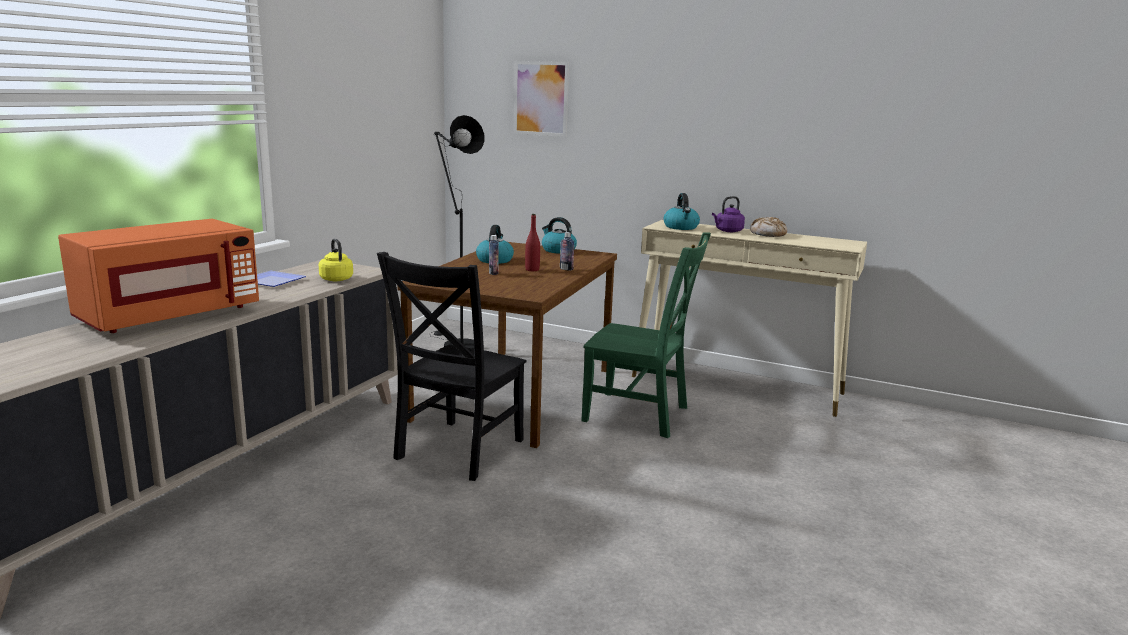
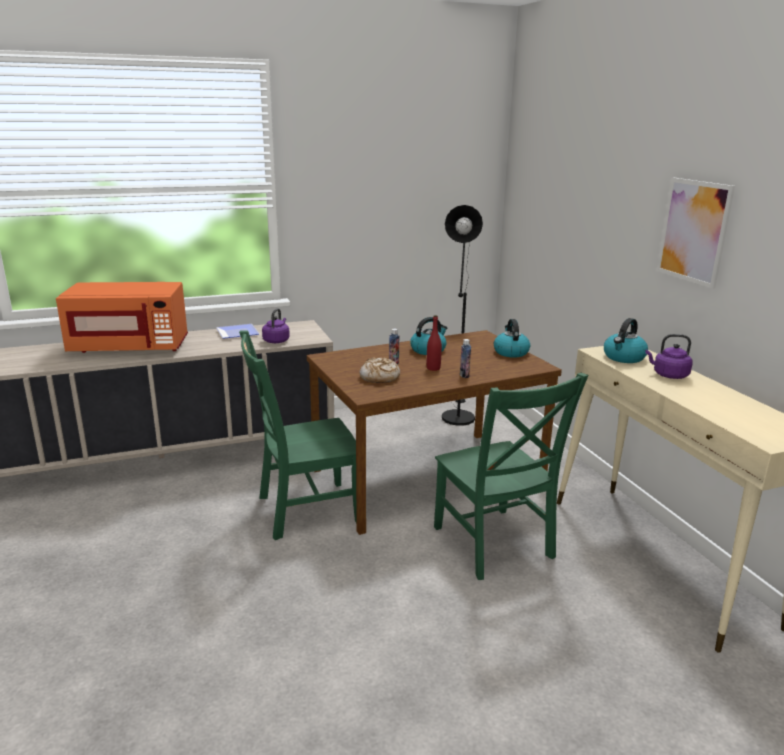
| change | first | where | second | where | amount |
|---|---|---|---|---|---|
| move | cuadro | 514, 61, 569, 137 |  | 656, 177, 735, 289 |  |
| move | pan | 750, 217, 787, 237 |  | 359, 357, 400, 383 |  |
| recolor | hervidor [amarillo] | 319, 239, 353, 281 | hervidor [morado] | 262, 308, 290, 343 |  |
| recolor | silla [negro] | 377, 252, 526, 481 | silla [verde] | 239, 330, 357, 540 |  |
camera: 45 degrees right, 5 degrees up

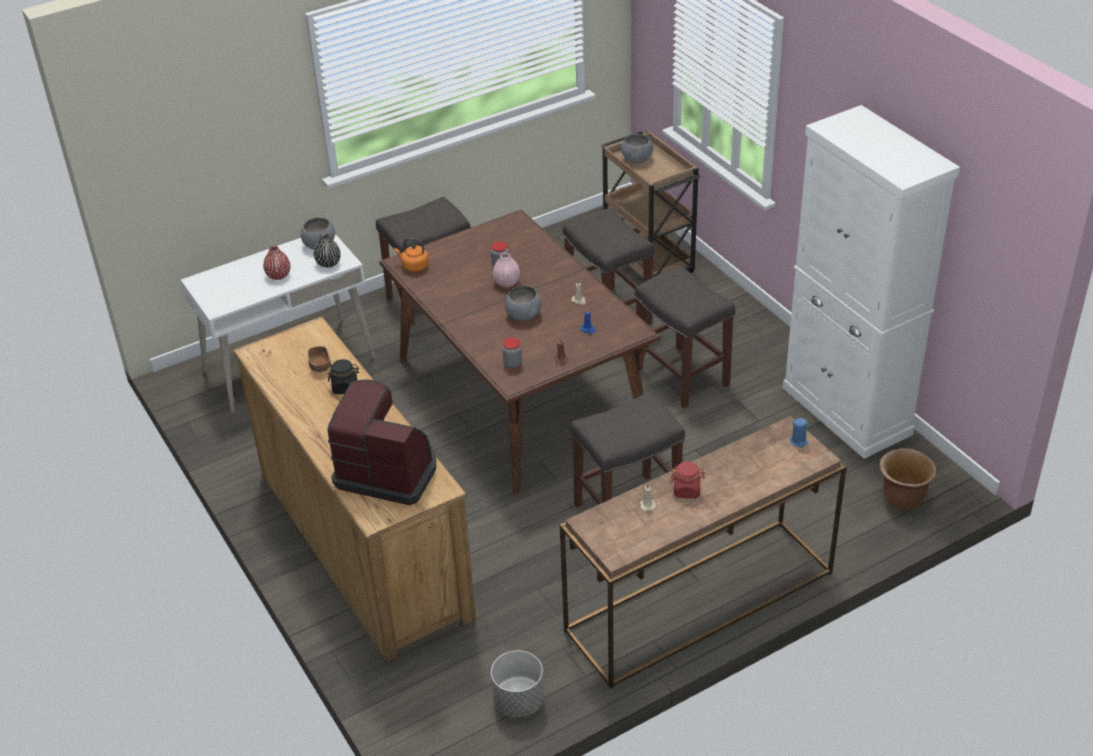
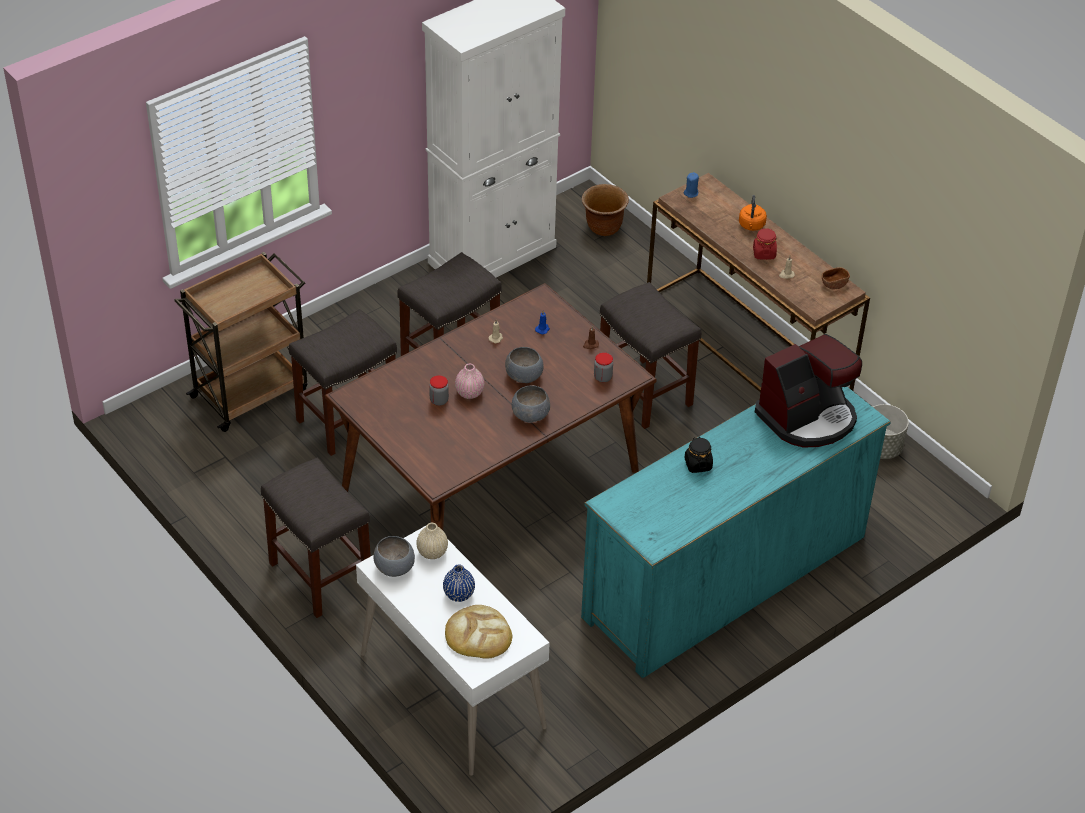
| change | first | where | second | where | amount |
|---|---|---|---|---|---|
| insert |  |  | pan | 445, 605, 512, 659 |  |
| move | cuenco [marrón] | 308, 346, 331, 372 |  | 822, 267, 850, 290 |  |
| move | hervidor [naranja] | 394, 238, 429, 272 |  | 739, 195, 767, 231 |  |
| move | cuenco [gris] | 621, 134, 653, 163 |  | 512, 385, 550, 422 |  |
| recolor | cómoda [marrón] | 233, 317, 476, 662 | cómoda [turquesa] | 581, 387, 891, 678 |  |
| recolor | florero [rojo] | 263, 246, 290, 280 | florero [azul] | 443, 564, 475, 602 |  |
| recolor | florero [negro] | 314, 234, 341, 268 | florero [beis] | 416, 523, 448, 559 |  |
| rotate | cafetera | 328, 379, 436, 505 |  | 755, 334, 862, 448 | 135 degrees counterclockwise |
camera: 100 degrees left, 5 degrees up

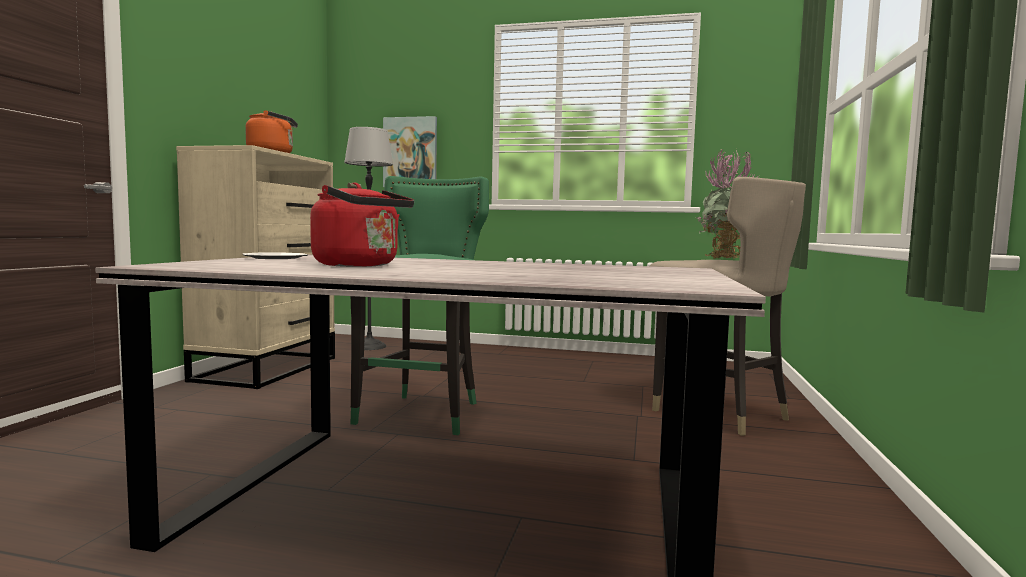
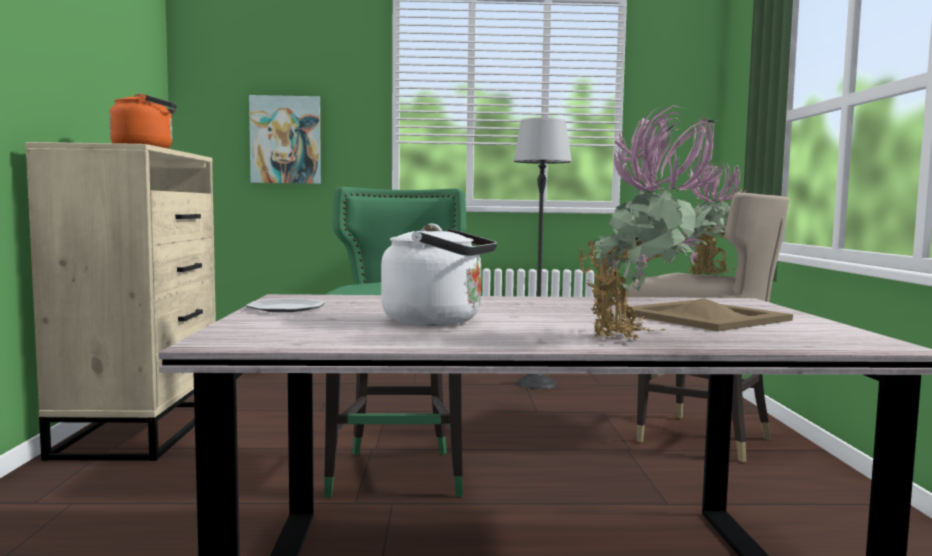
| change | first | where | second | where | amount |
|---|---|---|---|---|---|
| insert |  |  | planta en maceta | 579, 105, 725, 340 |  |
| insert |  |  | bandeja [beis] | 618, 298, 793, 331 |  |
| move | lámpara de pie | 344, 127, 393, 350 |  | 513, 118, 572, 389 |  |
| recolor | hervidor [rojo] | 310, 182, 414, 267 | hervidor [blanco] | 381, 224, 497, 326 |  |
camera: 15 degrees left, 0 degrees up

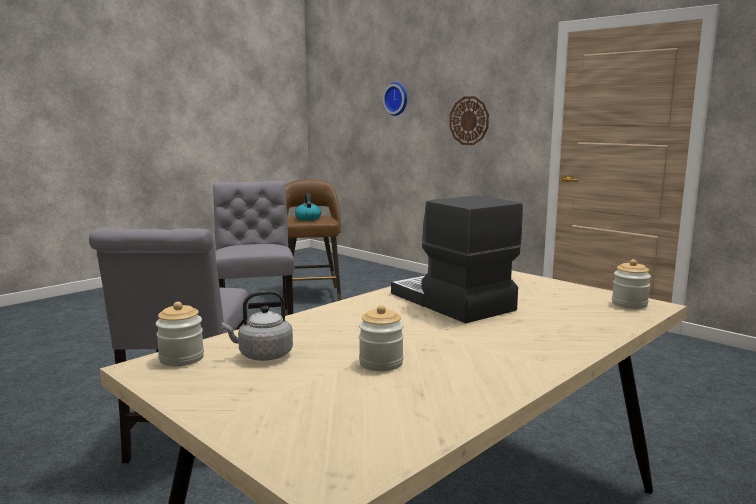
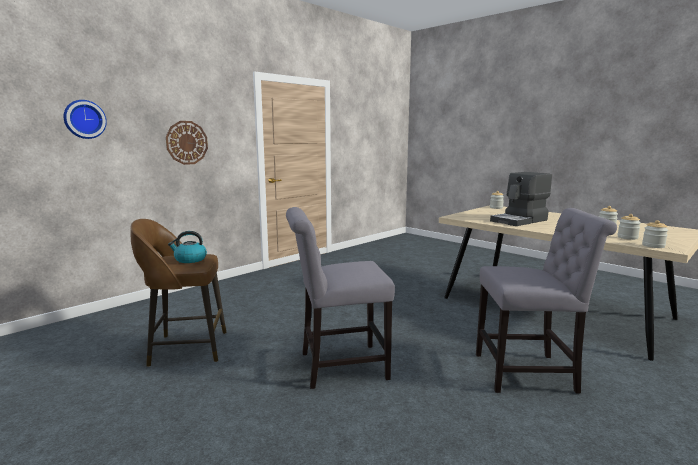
| change | first | where | second | where | amount |
|---|---|---|---|---|---|
| replace | hervidor [gris] | 221, 291, 293, 361 | tarro | 617, 214, 641, 240 |  |
camera: 90 degrees left, 0 degrees up

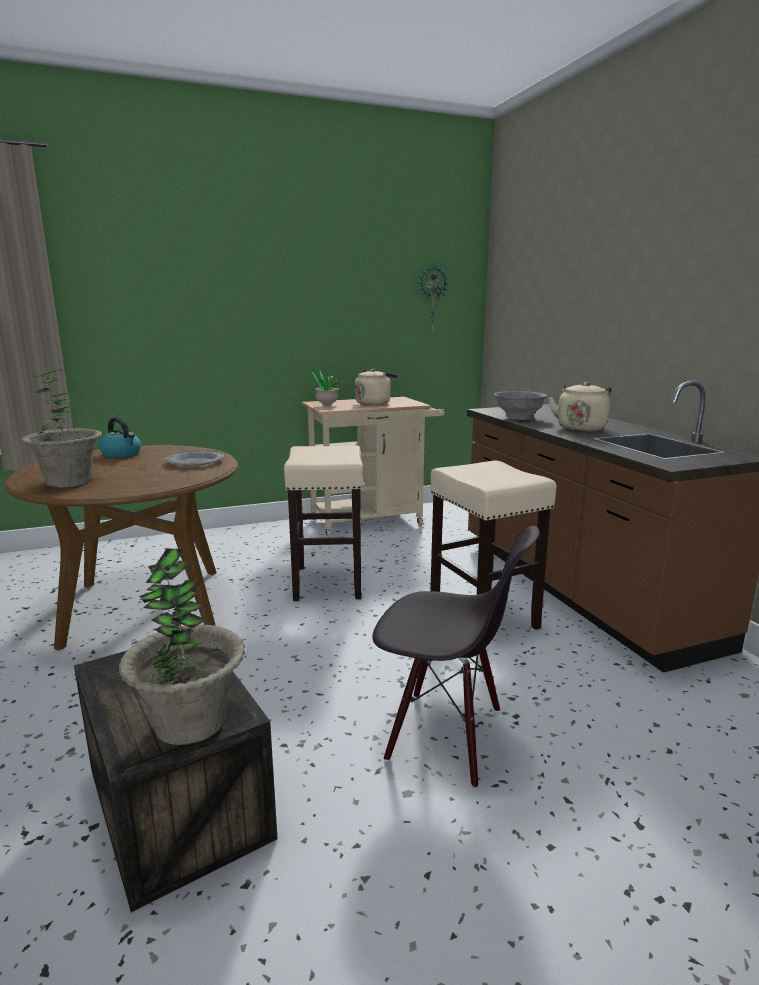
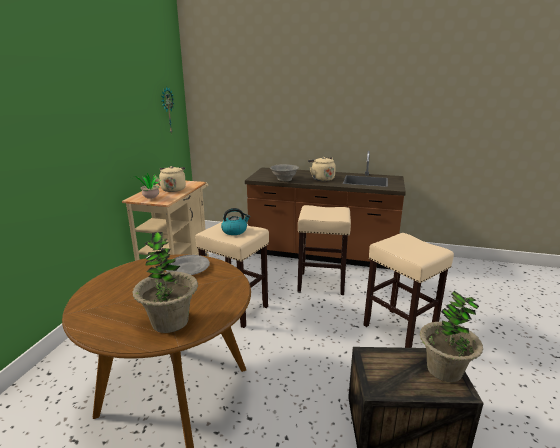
| change | first | where | second | where | amount |
|---|---|---|---|---|---|
| move | hervidor | 99, 417, 141, 458 |  | 221, 208, 250, 235 |  |
| replace | silla [negro] | 372, 526, 540, 788 | taburete [beis] | 363, 233, 454, 348 |  |
camera: 55 degrees left, 5 degrees up

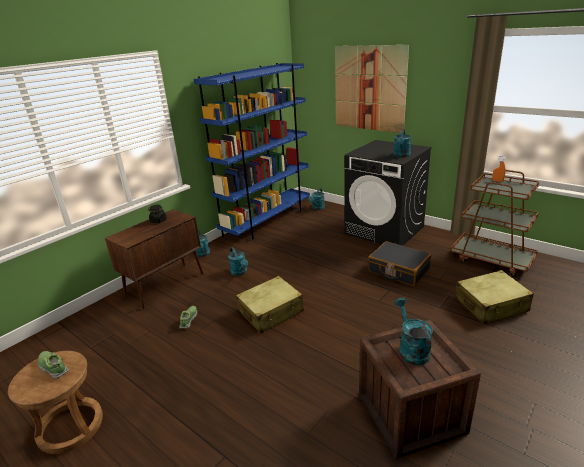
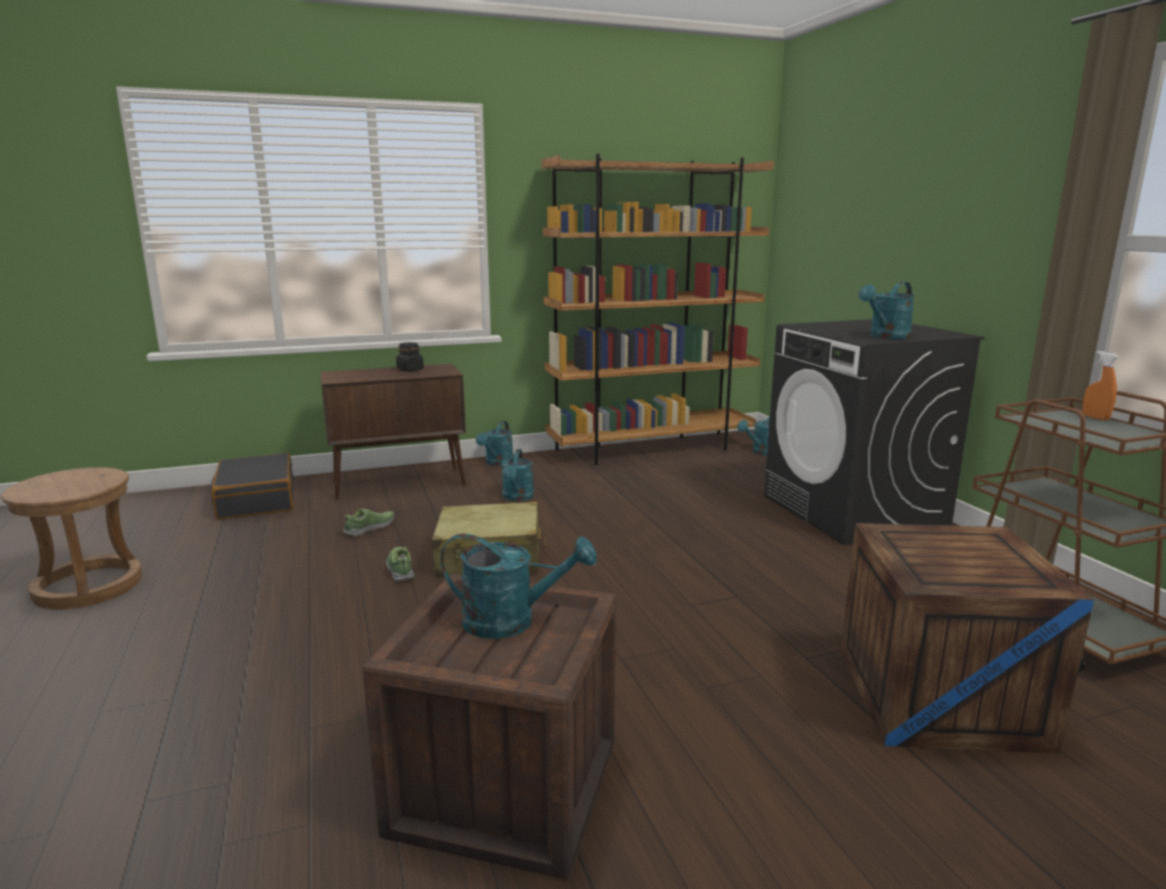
| change | first | where | second | where | amount |
|---|---|---|---|---|---|
| delete | cuadro | 335, 45, 409, 133 |  |  |  |
| move | zapato | 38, 351, 69, 379 |  | 386, 547, 414, 581 |  |
| move | maleta [negro] | 368, 241, 431, 286 |  | 211, 453, 293, 520 |  |
| replace | maleta [beis] | 455, 270, 534, 324 | caja de embalaje | 841, 523, 1094, 754 |  |
| recolor | estantería [azul] | 194, 63, 310, 239 | estantería [marrón] | 541, 154, 774, 465 |  |
| rotate | regadera [turquesa] | 394, 298, 433, 365 |  | 440, 533, 597, 639 | 75 degrees clockwise |
camera: 30 degrees right, 10 degrees down

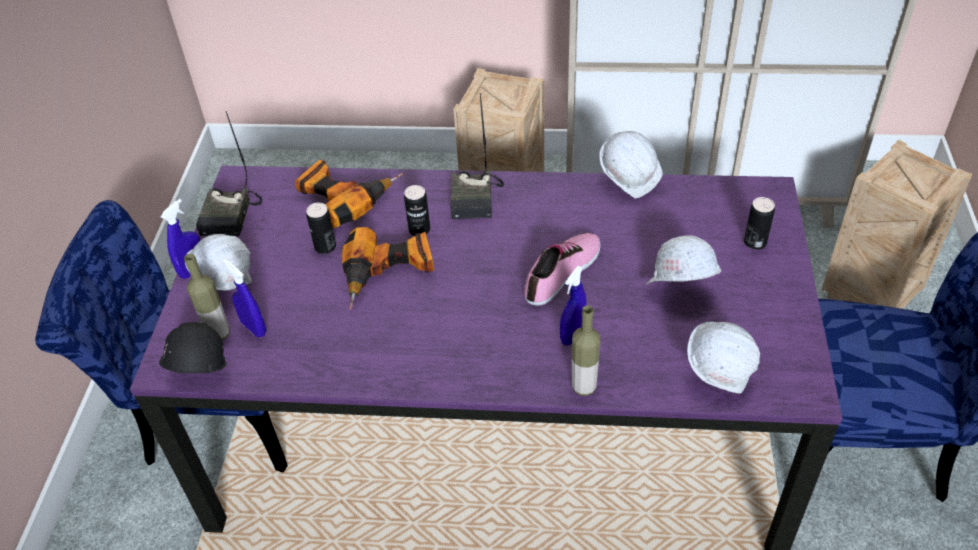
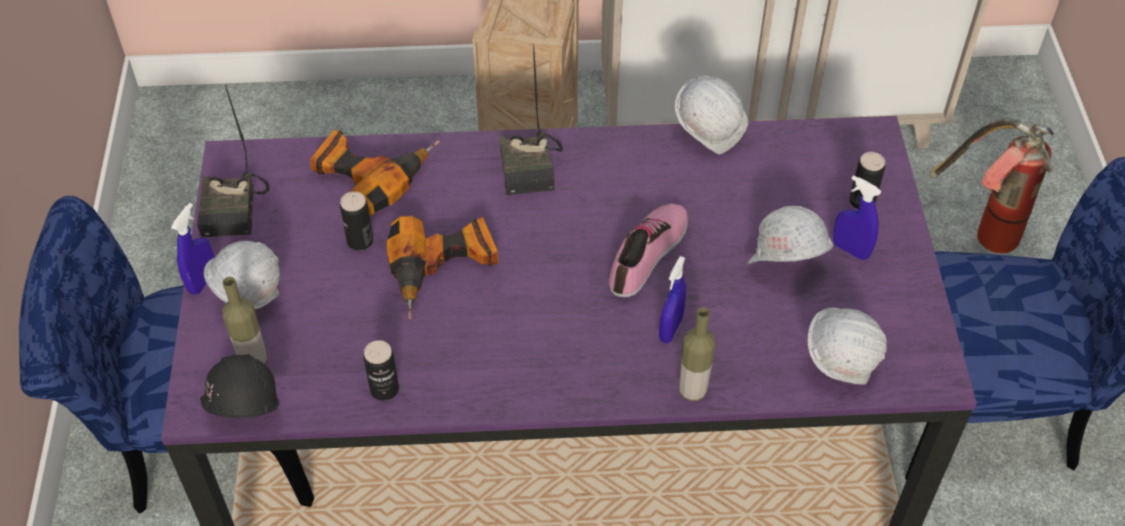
| change | first | where | second | where | amount |
|---|---|---|---|---|---|
| move | pulverizador [azul] | 223, 259, 266, 337 |  | 833, 175, 881, 260 |  |
| move | lata | 404, 185, 430, 236 |  | 363, 340, 399, 401 |  |
| replace | caja de embalaje | 821, 140, 973, 309 | extintor | 929, 118, 1054, 254 |  |
camera: 10 degrees left, 5 degrees up

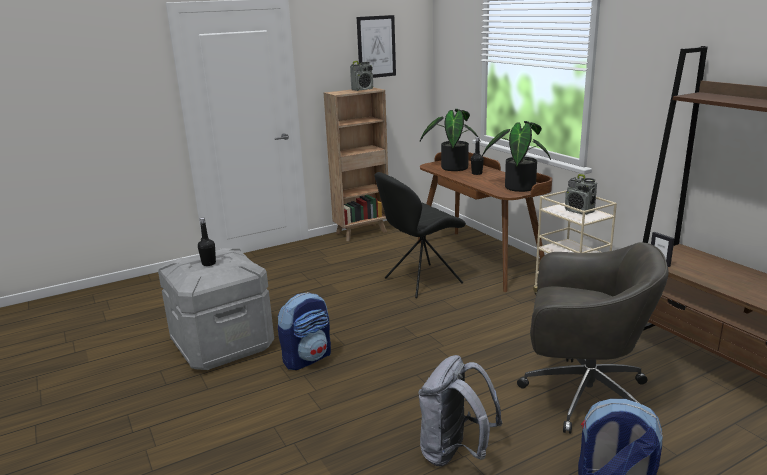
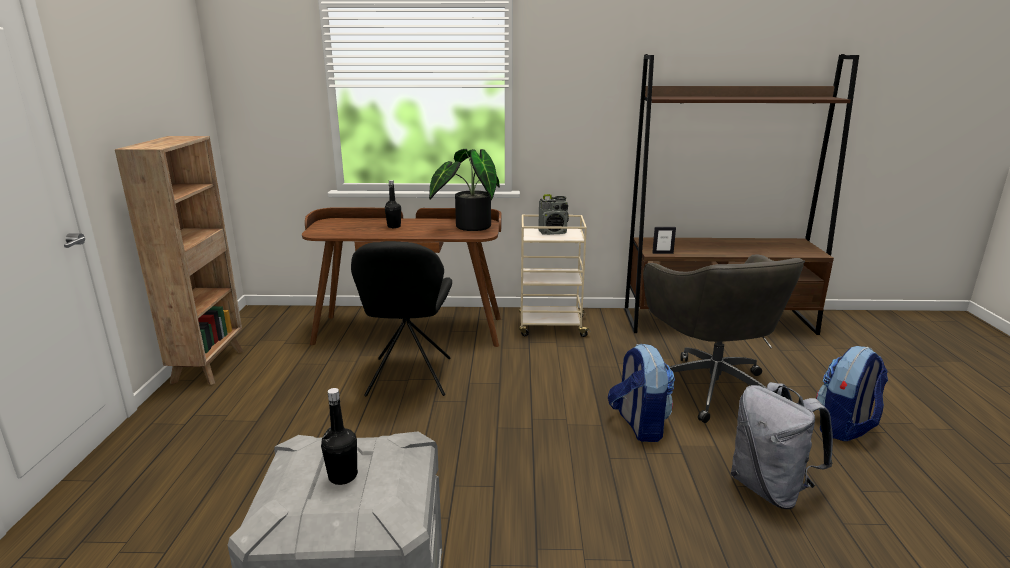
| change | first | where | second | where | amount |
|---|---|---|---|---|---|
| delete | radio | 350, 61, 373, 91 |  |  |  |
| delete | cuadro | 357, 15, 396, 78 |  |  |  |
| delete | planta en maceta | 420, 109, 481, 171 |  |  |  |
| move | mochila | 278, 292, 331, 370 |  | 608, 344, 675, 442 |  |
| rotate | silla de oficina [gris] | 517, 242, 669, 434 |  | 643, 254, 805, 423 | 120 degrees clockwise |
camera: 60 degrees left, 0 degrees up

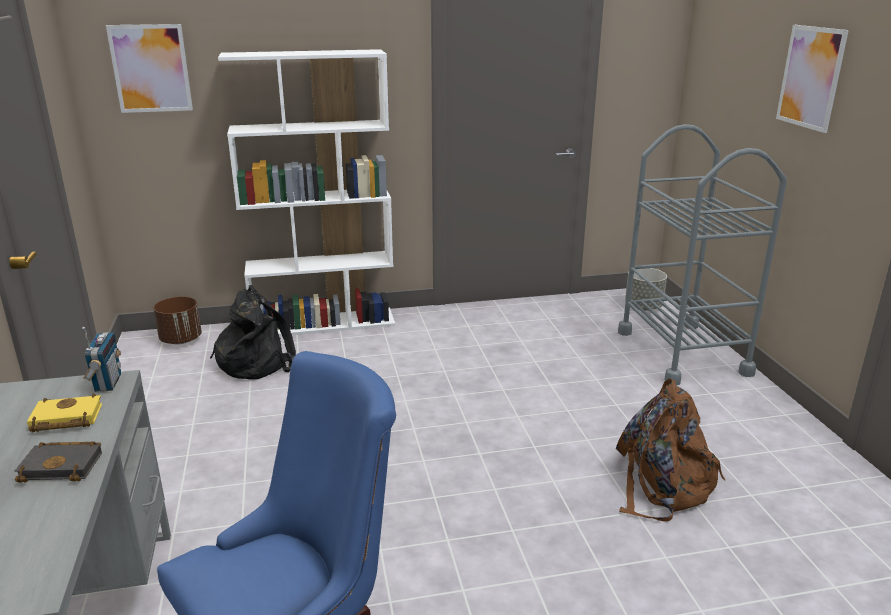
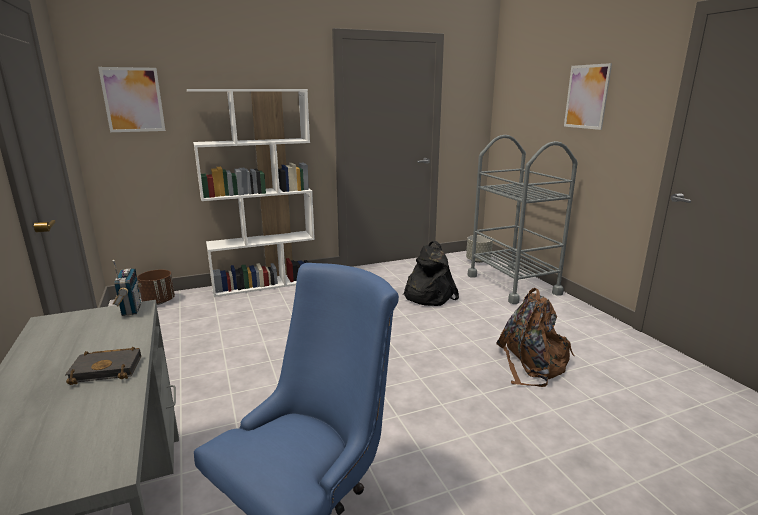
| change | first | where | second | where | amount |
|---|---|---|---|---|---|
| delete | libro [amarillo] | 27, 394, 102, 432 |  |  |  |
| move | mochila [negro] | 210, 285, 296, 380 |  | 403, 241, 459, 306 |  |
camera: 10 degrees left, 5 degrees down

